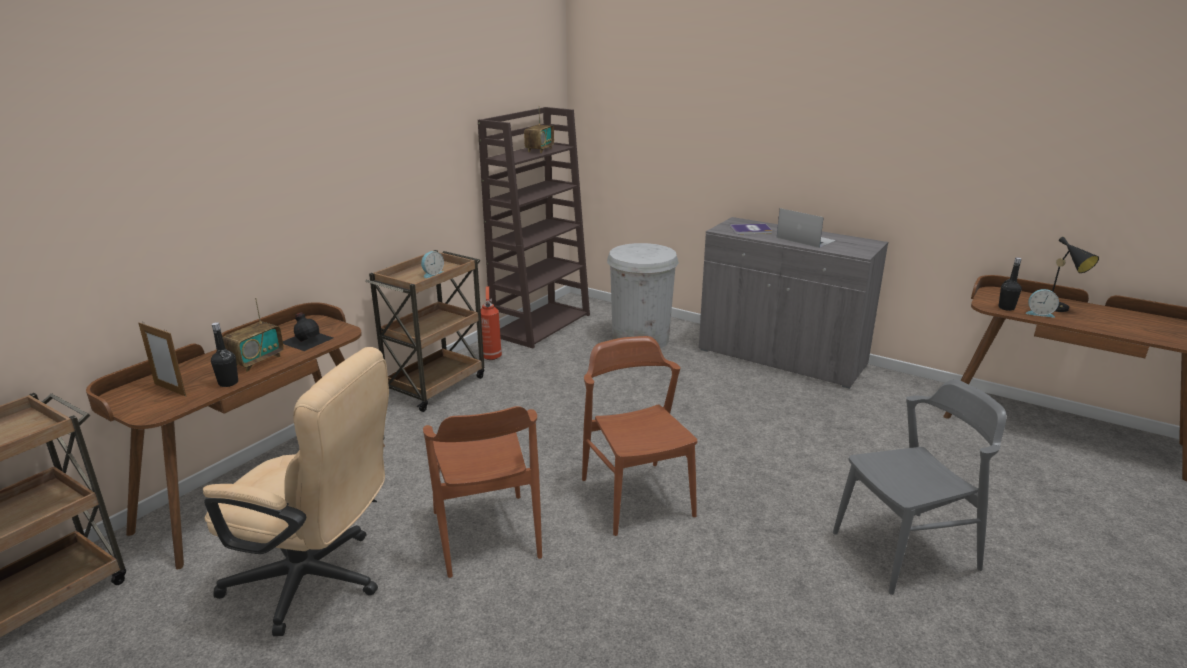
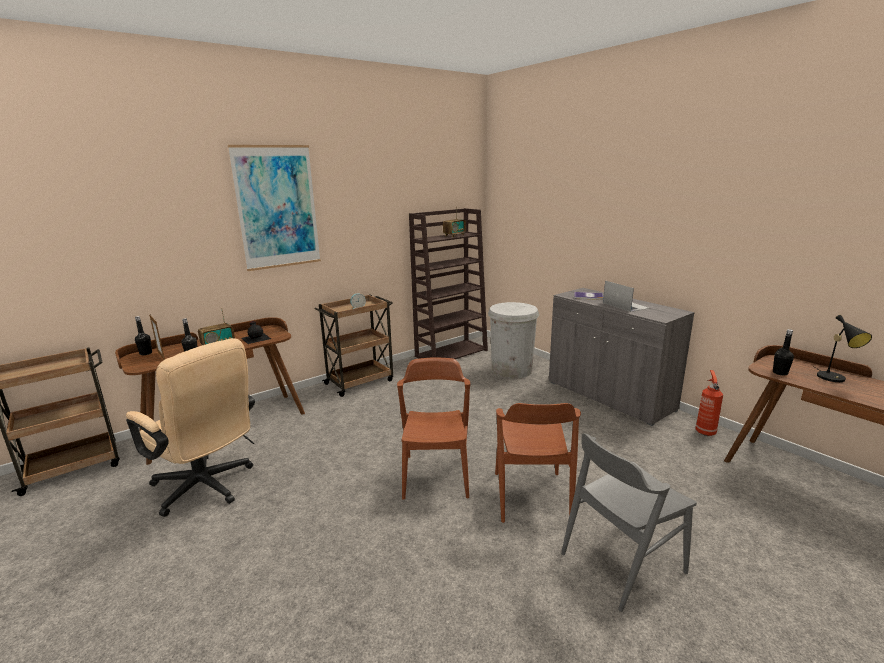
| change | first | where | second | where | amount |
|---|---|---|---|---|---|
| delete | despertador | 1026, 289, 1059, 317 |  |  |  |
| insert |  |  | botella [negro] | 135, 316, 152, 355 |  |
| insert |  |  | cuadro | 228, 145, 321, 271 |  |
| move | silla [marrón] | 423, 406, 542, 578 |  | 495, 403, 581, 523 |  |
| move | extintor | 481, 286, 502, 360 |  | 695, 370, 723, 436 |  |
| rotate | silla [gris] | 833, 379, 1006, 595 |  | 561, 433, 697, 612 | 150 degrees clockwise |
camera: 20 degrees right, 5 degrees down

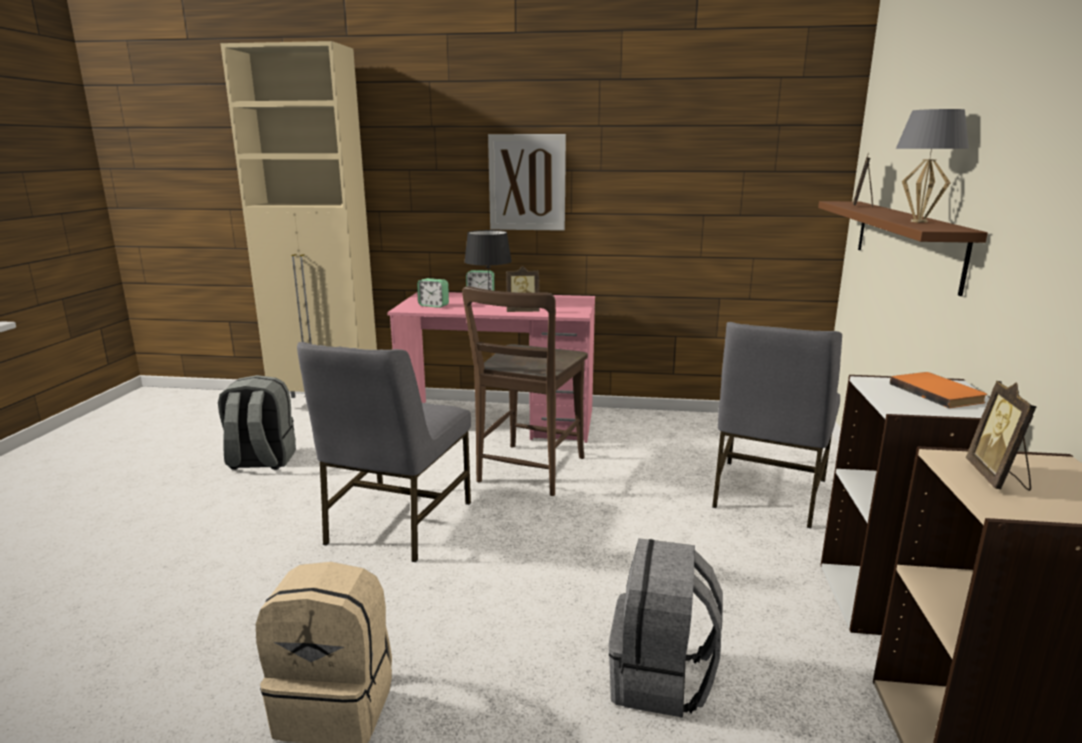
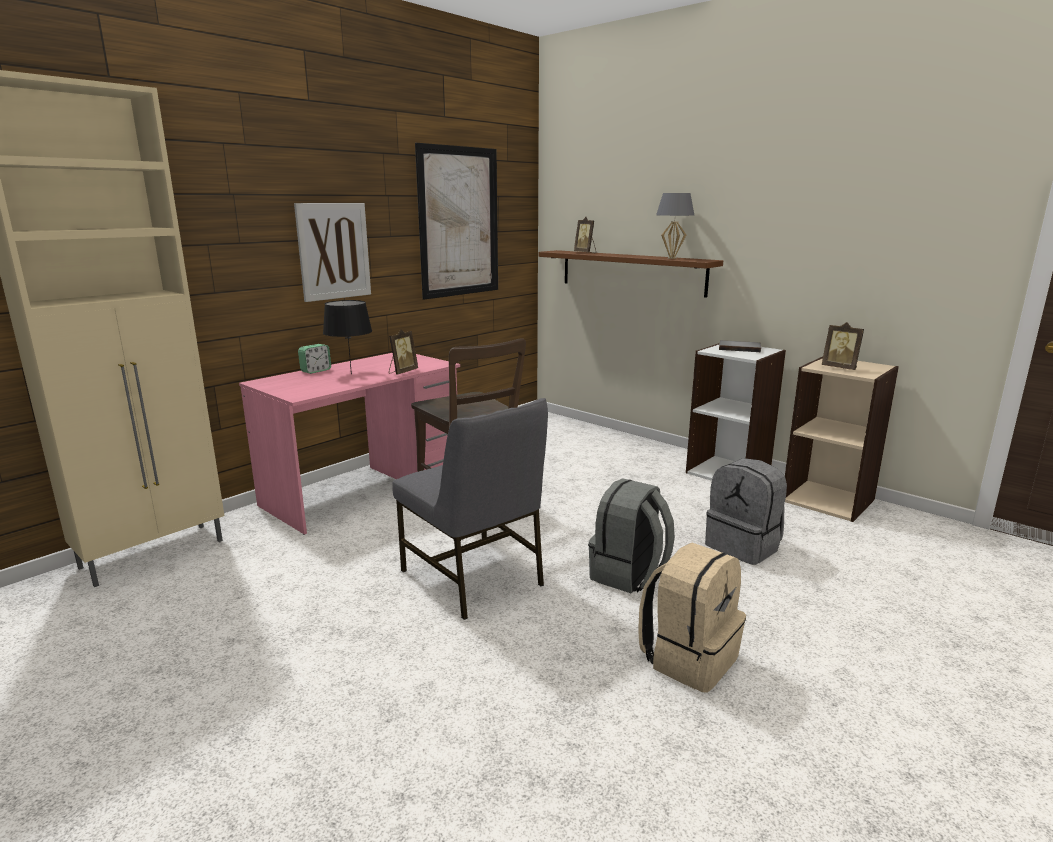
| change | first | where | second | where | amount |
|---|---|---|---|---|---|
| delete | despertador | 417, 278, 449, 308 |  |  |  |
| delete | silla [gris] | 712, 322, 842, 528 |  |  |  |
| insert |  |  | cuadro | 415, 143, 498, 300 |  |
| move | mochila [gris] | 218, 375, 296, 470 |  | 588, 478, 675, 593 |  |
| recolor | libro [naranja] | 890, 372, 987, 408 | libro [gris] | 719, 340, 761, 352 |  |
camera: 55 degrees left, 0 degrees up

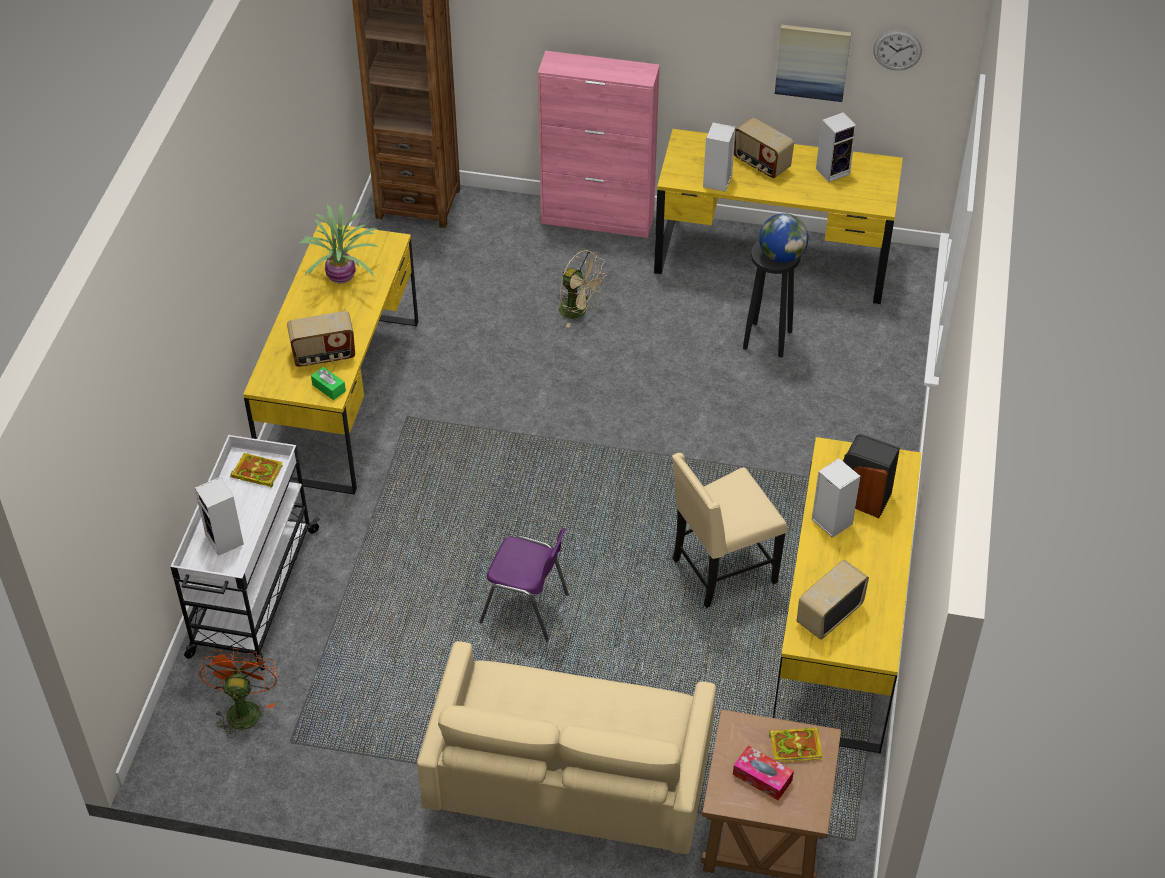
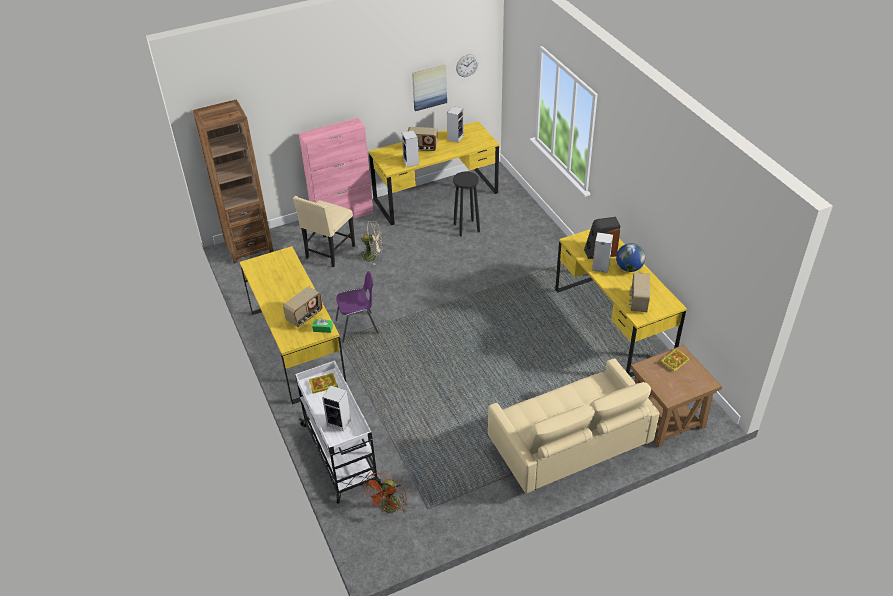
| change | first | where | second | where | amount |
|---|---|---|---|---|---|
| delete | planta en maceta | 298, 204, 378, 283 |  |  |  |
| delete | caja de pañuelos | 733, 746, 794, 800 |  |  |  |
| move | silla [morado] | 479, 528, 569, 641 |  | 335, 271, 379, 342 |  |
| move | silla [beis] | 672, 453, 787, 608 |  | 293, 196, 355, 267 |  |
| move | globo terráqueo | 759, 213, 808, 263 |  | 616, 243, 645, 272 |  |
| rotate | ventilador [naranja] | 199, 648, 277, 738 |  | 363, 473, 408, 514 | 120 degrees counterclockwise |
camera: 35 degrees left, 5 degrees down

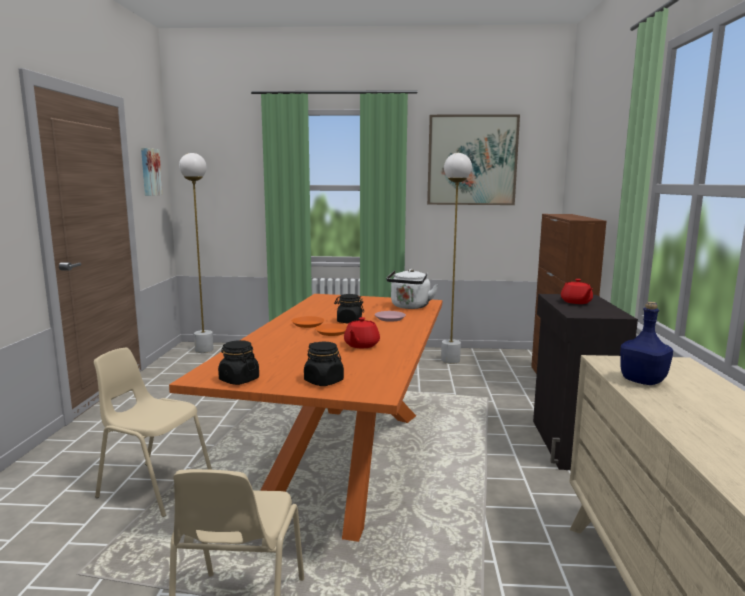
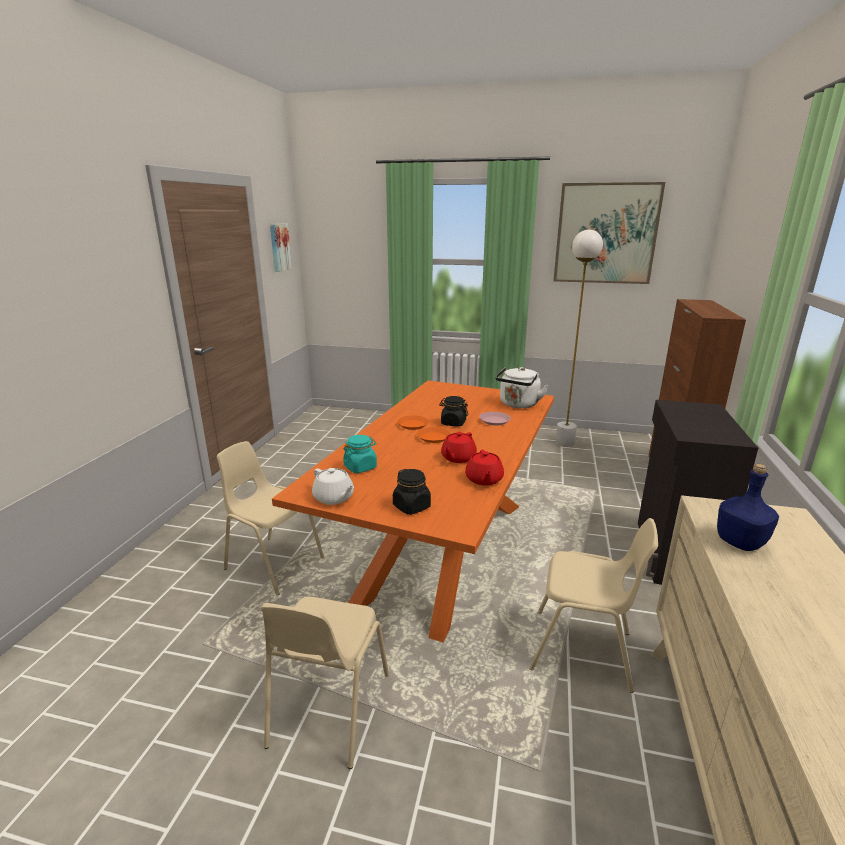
| change | first | where | second | where | amount |
|---|---|---|---|---|---|
| delete | lámpara de pie [blanco] | 179, 153, 214, 353 |  |  |  |
| insert |  |  | tarro [turquesa] | 343, 435, 377, 473 |  |
| insert |  |  | silla [beis] | 529, 518, 658, 693 |  |
| move | tetera [rojo] | 561, 279, 593, 304 |  | 465, 450, 504, 486 |  |
| replace | tarro [negro] | 218, 340, 259, 385 | tetera [blanco] | 312, 468, 354, 505 |  |
camera: 10 degrees right, 10 degrees up

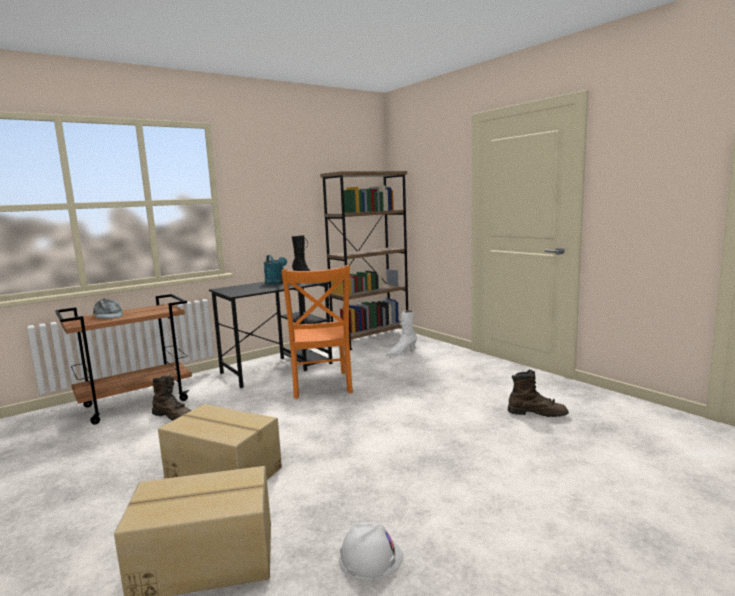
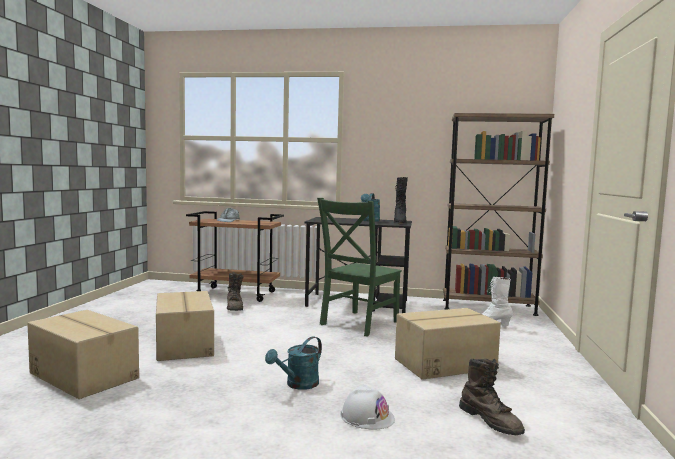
| change | first | where | second | where | amount |
|---|---|---|---|---|---|
| insert |  |  | regadera [turquesa] | 265, 336, 322, 390 |  |
| insert |  |  | caja de cartón | 395, 308, 501, 380 |  |
| move | casco [blanco] | 339, 522, 403, 580 |  | 340, 384, 395, 430 |  |
| recolor | silla [naranja] | 282, 265, 353, 399 | silla [verde] | 317, 198, 402, 337 |  |
camera: 45 degrees right, 5 degrees down

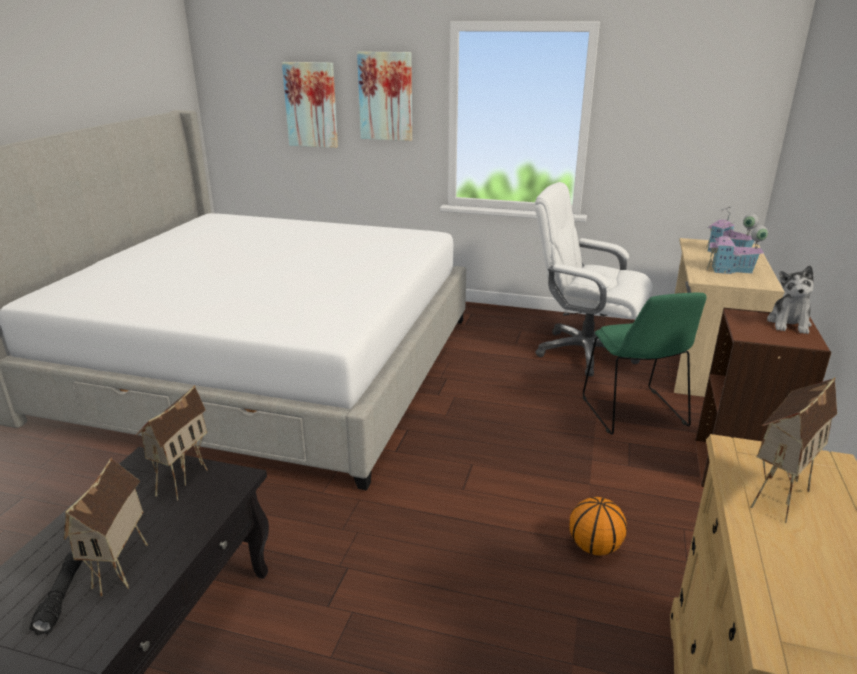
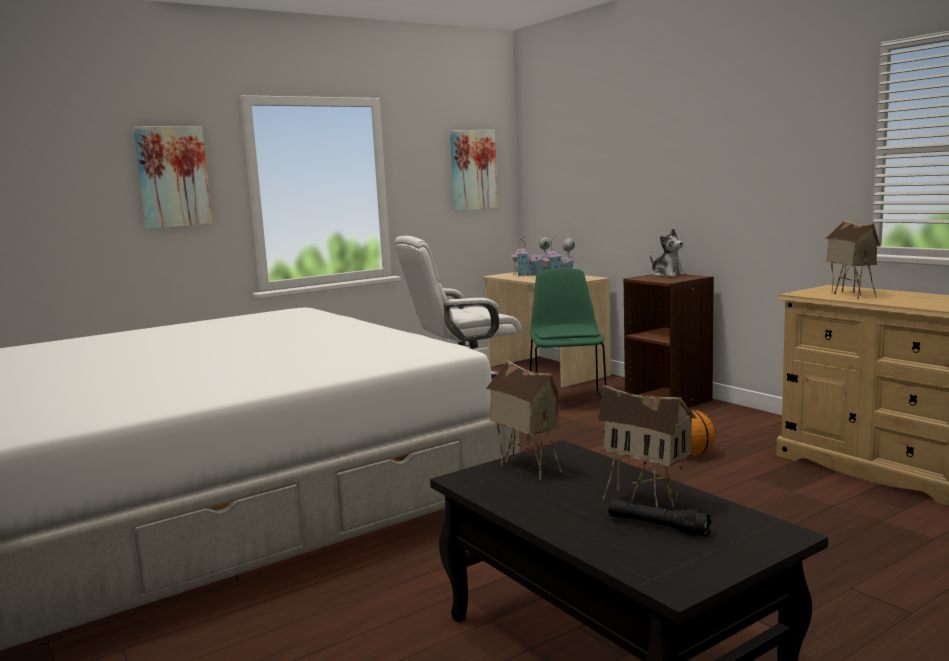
| change | first | where | second | where | amount |
|---|---|---|---|---|---|
| move | cuadro | 282, 62, 338, 148 |  | 450, 130, 498, 211 |  |
| rotate | silla [verde] | 583, 293, 707, 435 |  | 530, 268, 607, 399 | 120 degrees counterclockwise |
camera: 50 degrees left, 15 degrees down

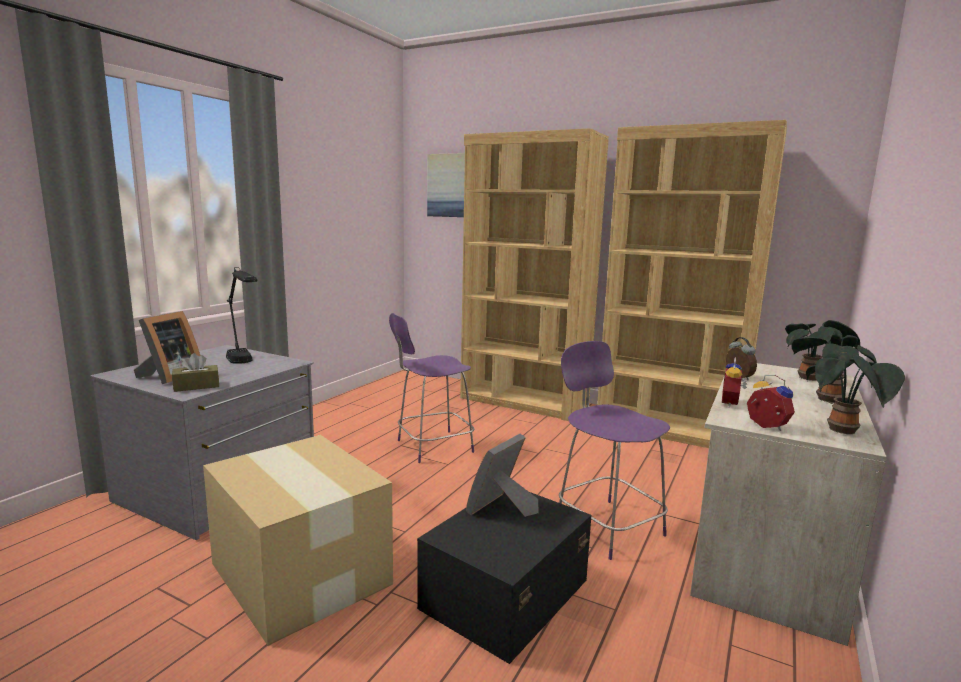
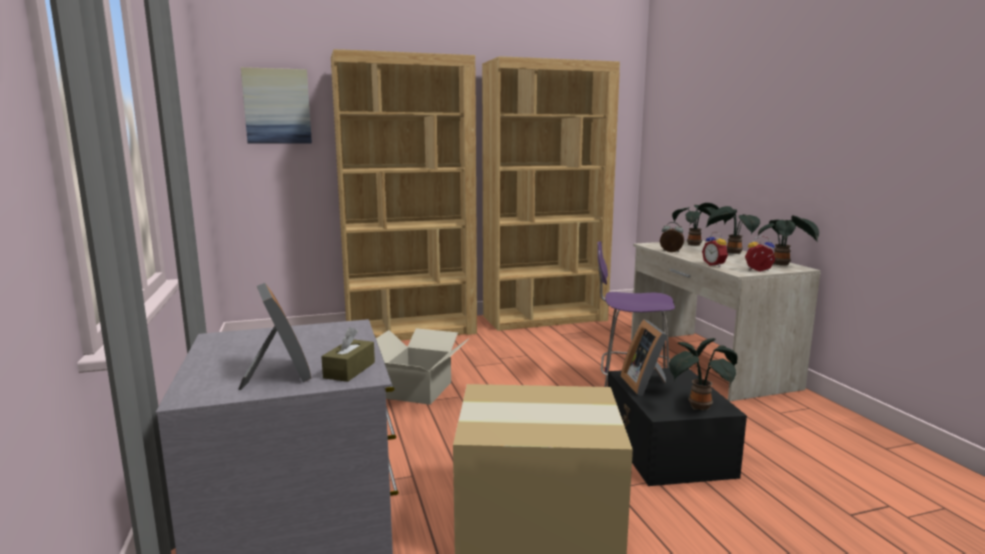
| change | first | where | second | where | amount |
|---|---|---|---|---|---|
| delete | lámpara de mesa [negro] | 226, 267, 257, 364 |  |  |  |
| insert |  |  | planta en maceta | 669, 338, 738, 410 |  |
| replace | silla [morado] | 389, 313, 474, 463 | caja de cartón | 376, 328, 470, 405 |  |
camera: 45 degrees left, 0 degrees up

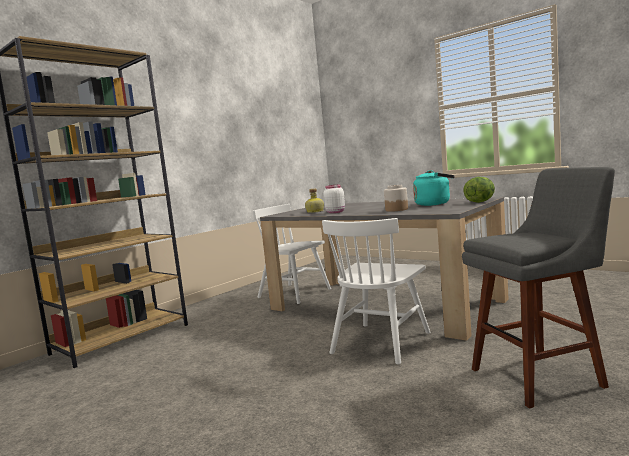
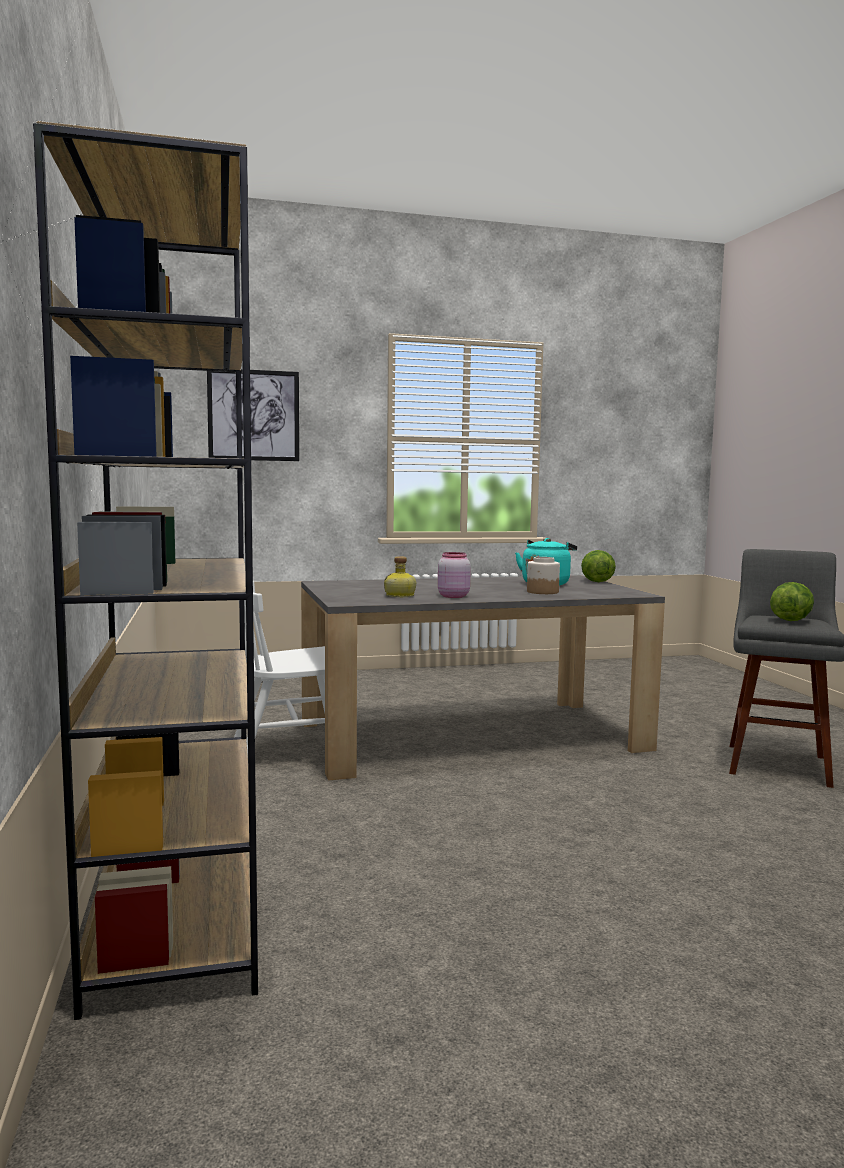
| change | first | where | second | where | amount |
|---|---|---|---|---|---|
| delete | silla [blanco] | 322, 218, 430, 365 |  |  |  |
| insert |  |  | cuadro | 207, 369, 299, 461 |  |
| insert |  |  | lechuga | 770, 582, 814, 621 |  |
| recolor | tarro [blanco] | 324, 184, 345, 213 | tarro [rosa] | 438, 552, 471, 598 |  |
camera: 55 degrees left, 0 degrees up

